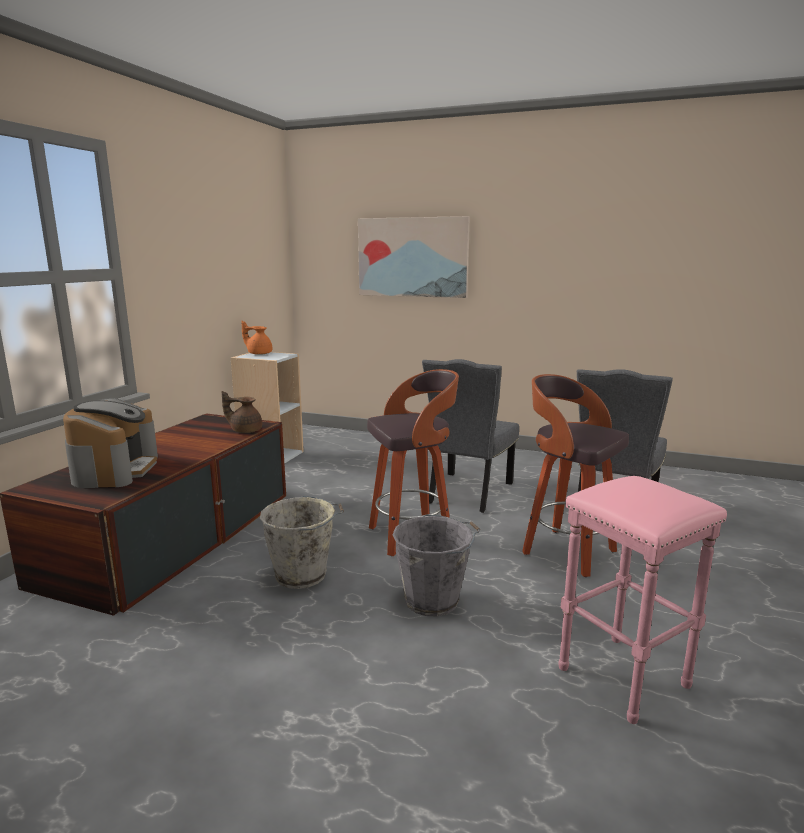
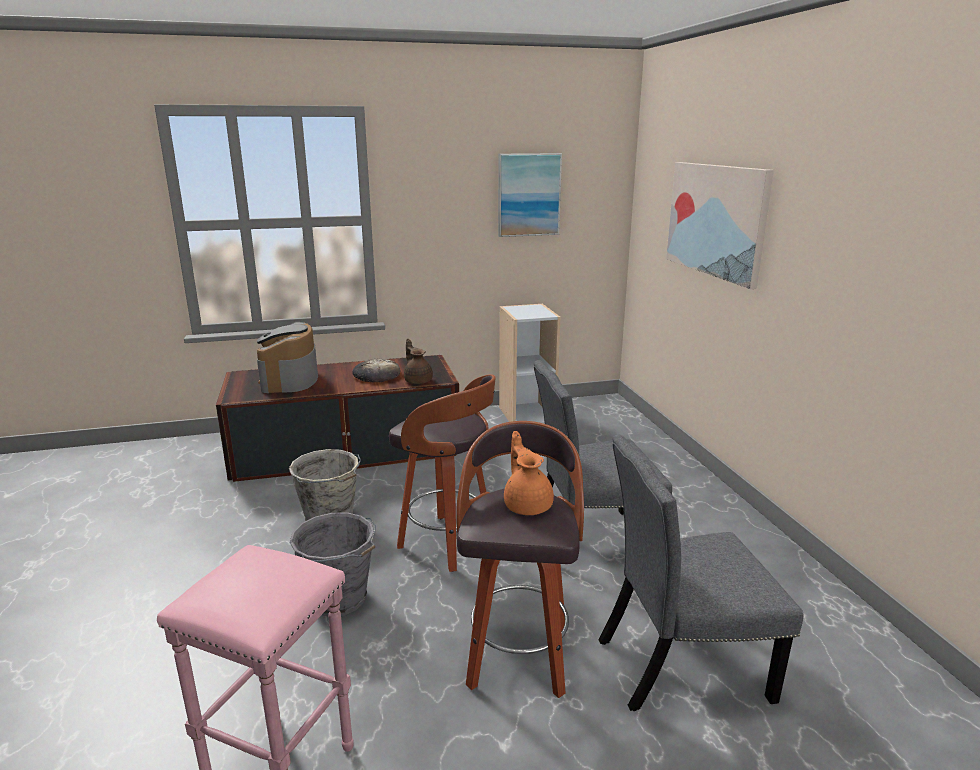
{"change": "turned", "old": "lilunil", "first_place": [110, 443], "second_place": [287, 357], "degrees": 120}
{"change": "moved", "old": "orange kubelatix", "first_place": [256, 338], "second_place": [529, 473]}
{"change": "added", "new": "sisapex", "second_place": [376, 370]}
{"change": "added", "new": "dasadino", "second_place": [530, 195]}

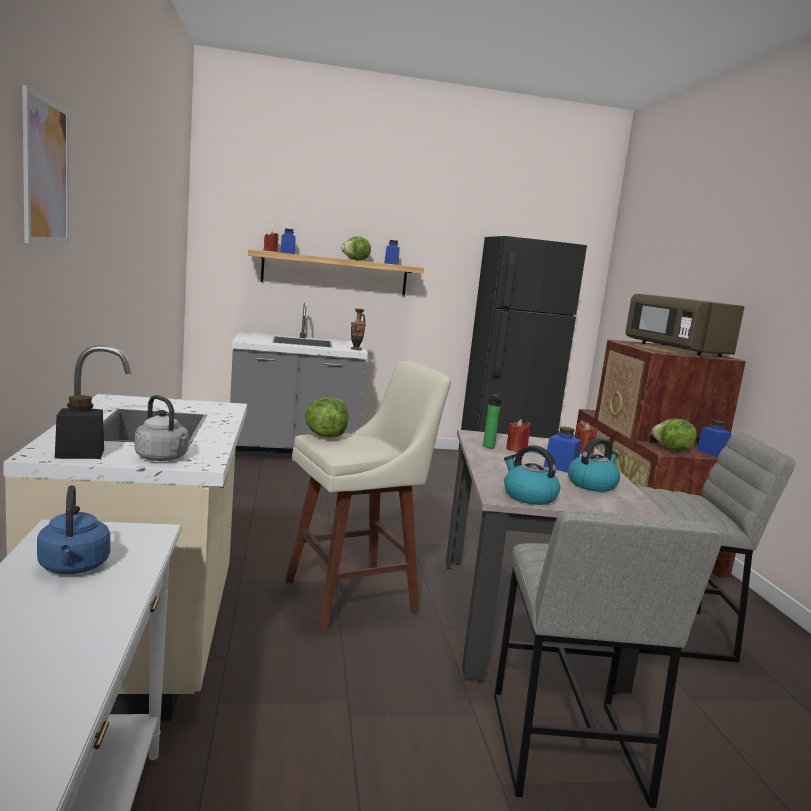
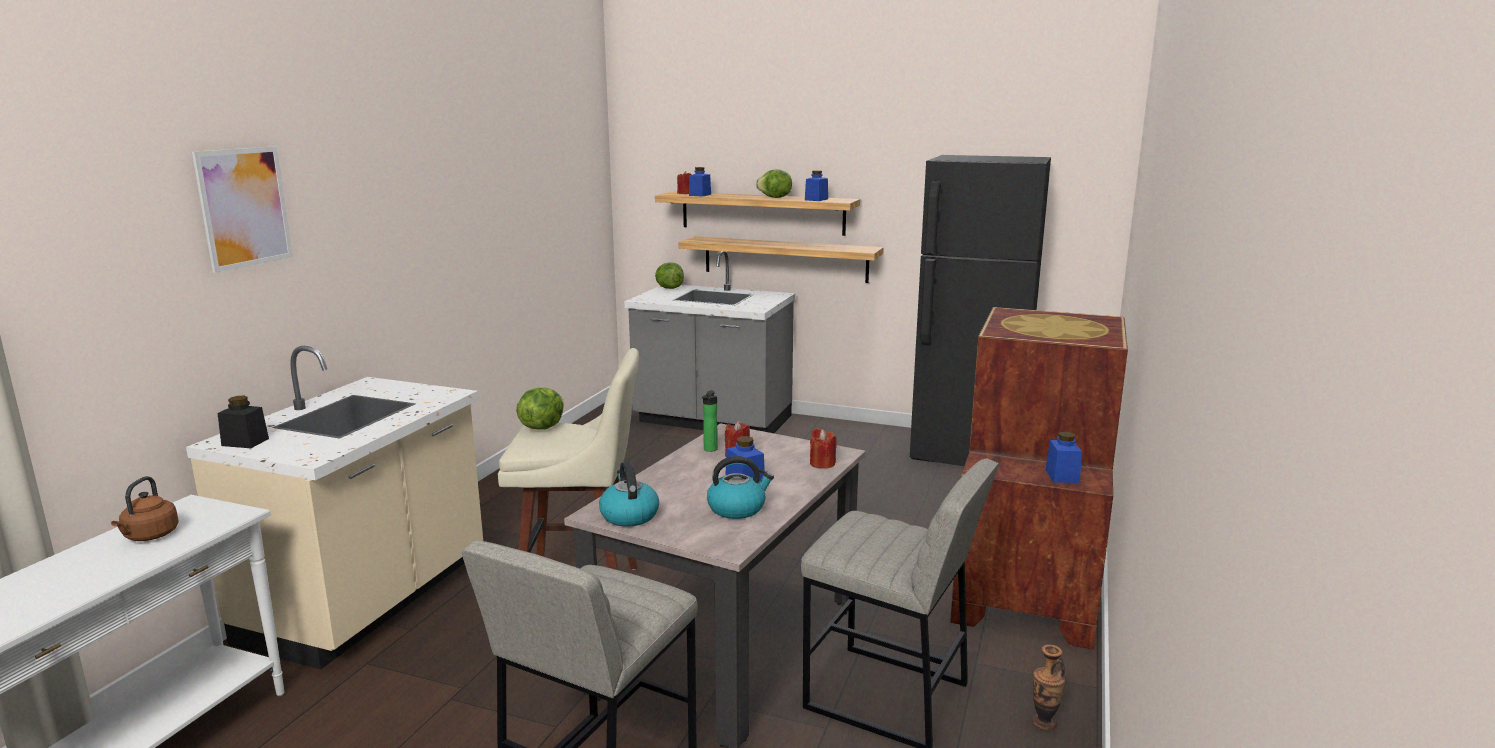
{"change": "recoloured", "old": "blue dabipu", "new": "brown dabipu", "first_place": [73, 529], "second_place": [145, 508]}
{"change": "removed", "old": "grey dabipu", "first_place": [161, 428]}
{"change": "moved", "old": "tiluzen", "first_place": [358, 329], "second_place": [1049, 687]}
{"change": "removed", "old": "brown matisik", "first_place": [685, 325]}
{"change": "moved", "old": "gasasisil", "first_place": [674, 435], "second_place": [669, 275]}
{"change": "added", "new": "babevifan", "second_place": [781, 260]}

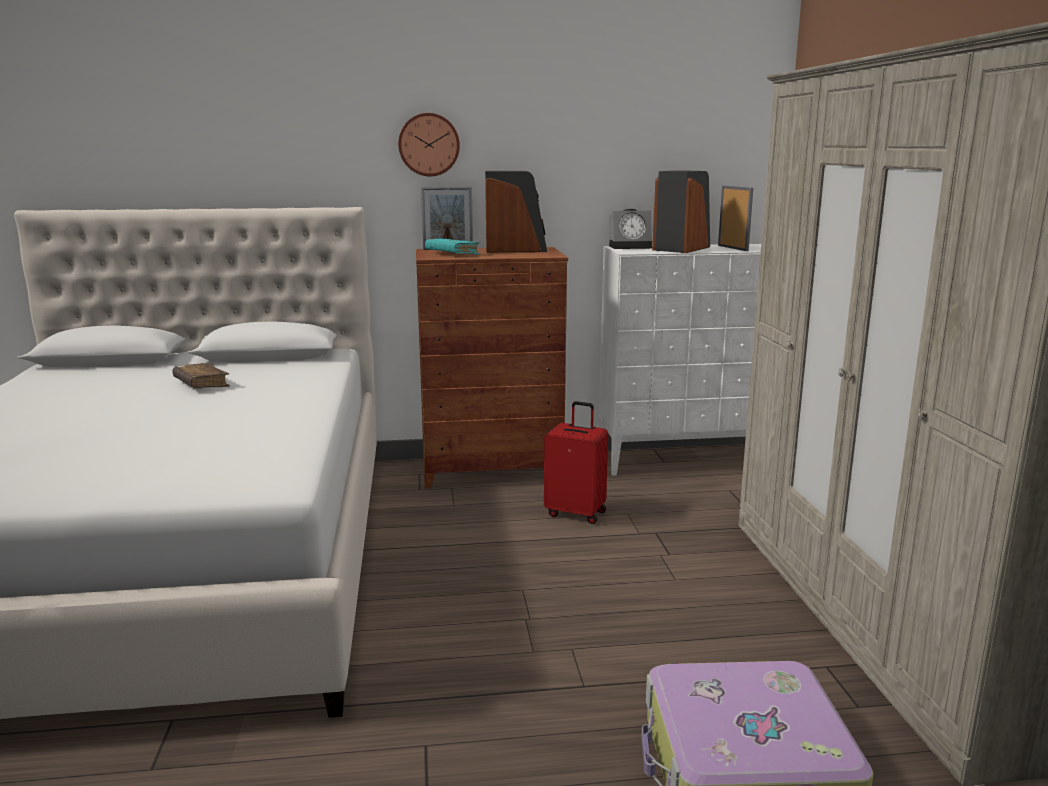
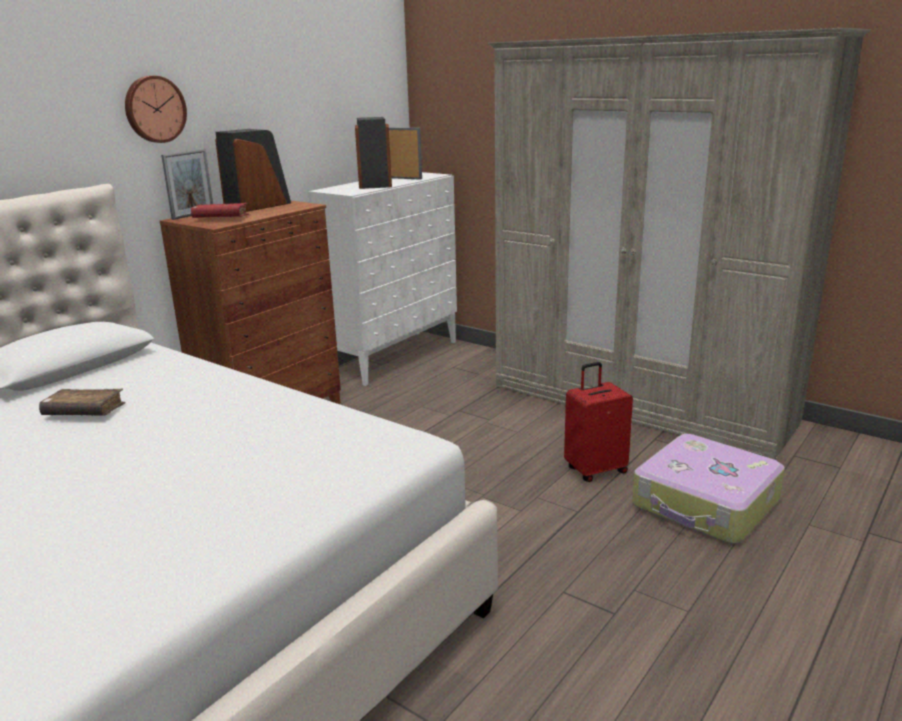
{"change": "recoloured", "old": "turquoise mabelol", "new": "red mabelol", "first_place": [452, 247], "second_place": [220, 210]}
{"change": "moved", "old": "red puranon", "first_place": [576, 462], "second_place": [598, 422]}
{"change": "removed", "old": "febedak", "first_place": [630, 229]}

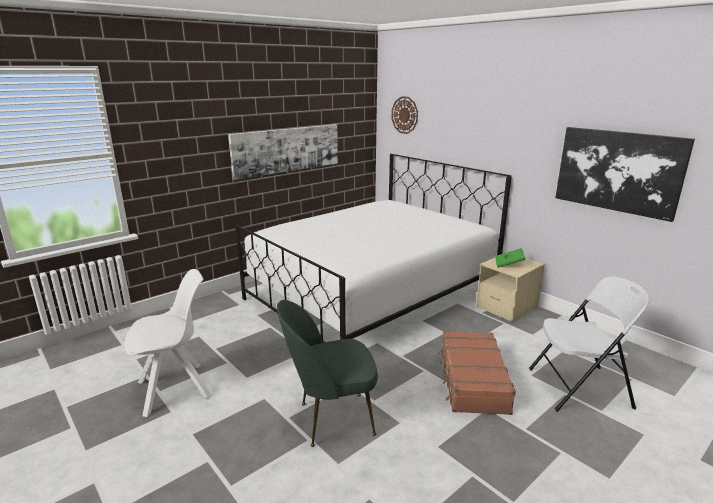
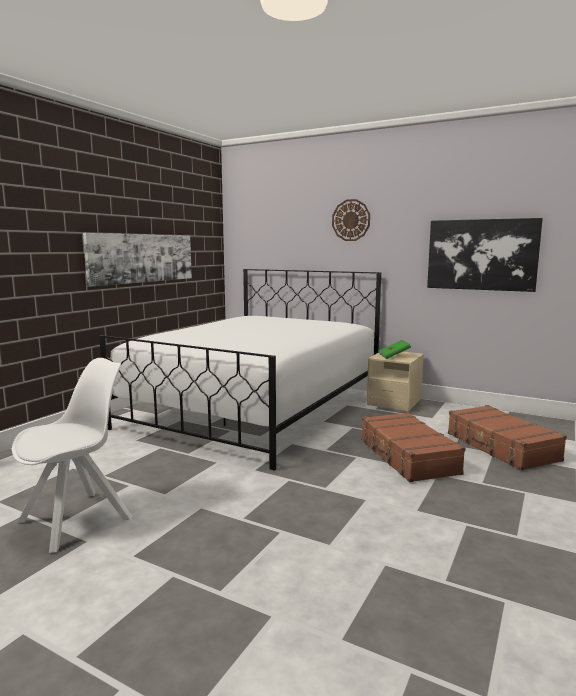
{"change": "removed", "old": "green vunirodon", "first_place": [327, 373]}
{"change": "moved", "old": "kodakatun", "first_place": [404, 115], "second_place": [351, 220]}
{"change": "replaced", "old": "white vunirodon", "new": "brown puranon", "first_place": [589, 344], "second_place": [507, 438]}

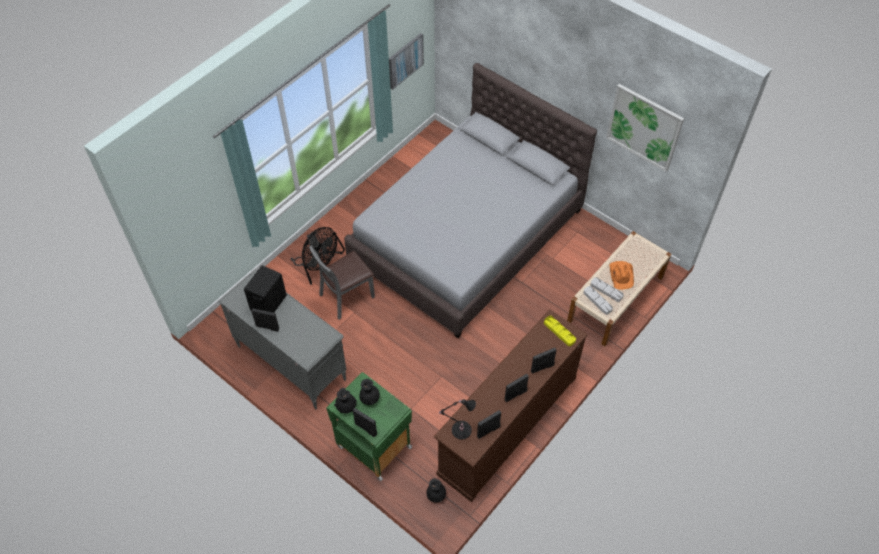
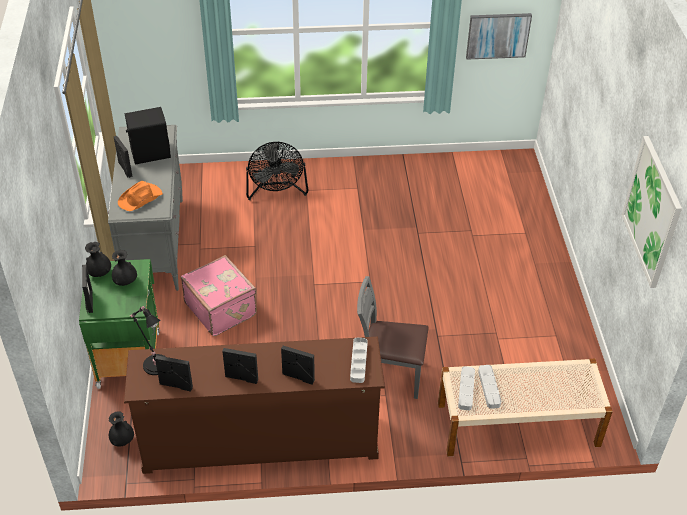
{"change": "moved", "old": "grey vunirodon", "first_place": [342, 283], "second_place": [393, 337]}
{"change": "removed", "old": "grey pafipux", "first_place": [470, 200]}
{"change": "recoloured", "old": "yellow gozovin", "new": "grey gozovin", "first_place": [560, 331], "second_place": [359, 360]}
{"change": "moved", "old": "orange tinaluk", "first_place": [621, 275], "second_place": [140, 196]}
{"change": "added", "new": "pink puranon", "second_place": [219, 295]}

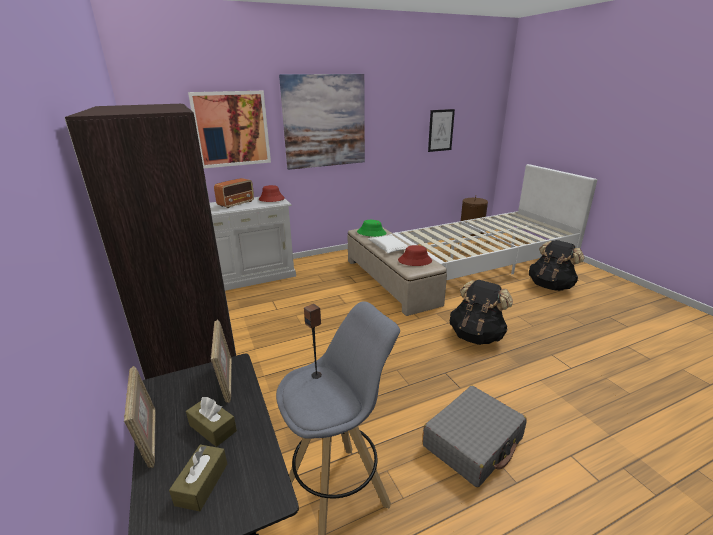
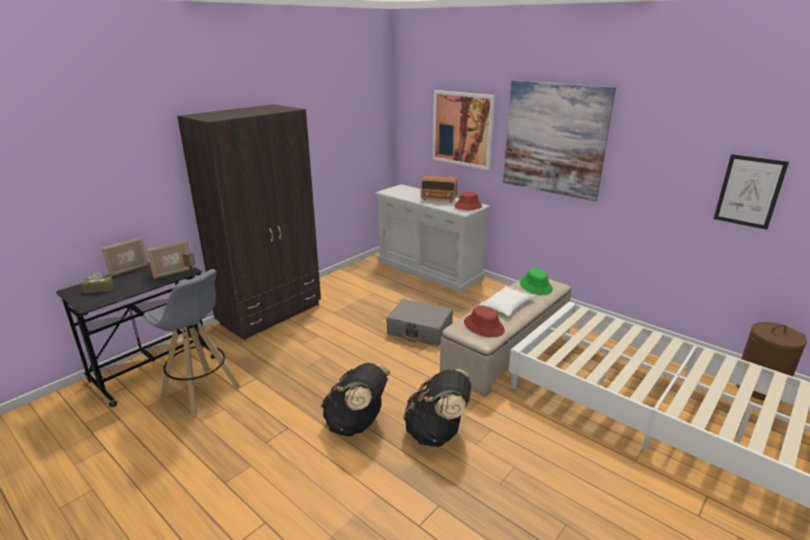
{"change": "removed", "old": "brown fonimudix", "first_place": [211, 422]}
{"change": "moved", "old": "grey puranon", "first_place": [475, 436], "second_place": [419, 322]}
{"change": "moved", "old": "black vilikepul", "first_place": [556, 265], "second_place": [355, 400]}

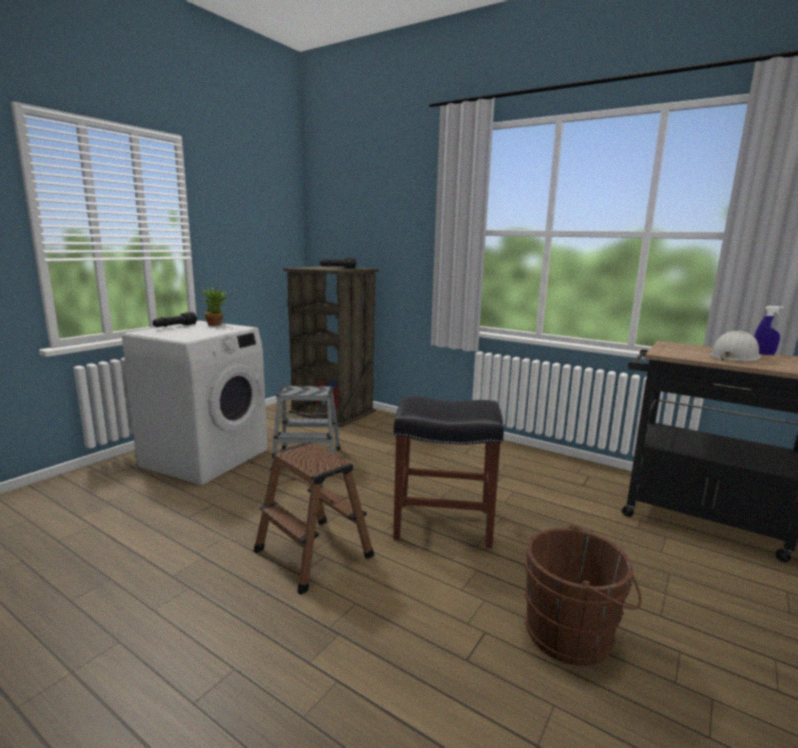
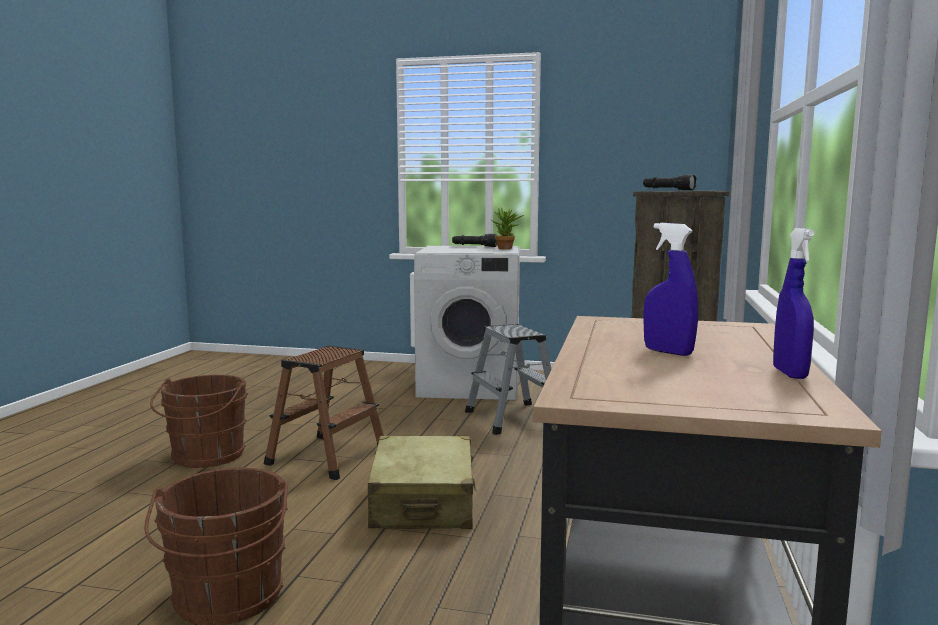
{"change": "replaced", "old": "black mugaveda", "new": "beige puranon", "first_place": [448, 472], "second_place": [422, 482]}
{"change": "replaced", "old": "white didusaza", "new": "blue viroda", "first_place": [735, 346], "second_place": [670, 289]}
{"change": "added", "new": "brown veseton", "second_place": [199, 421]}

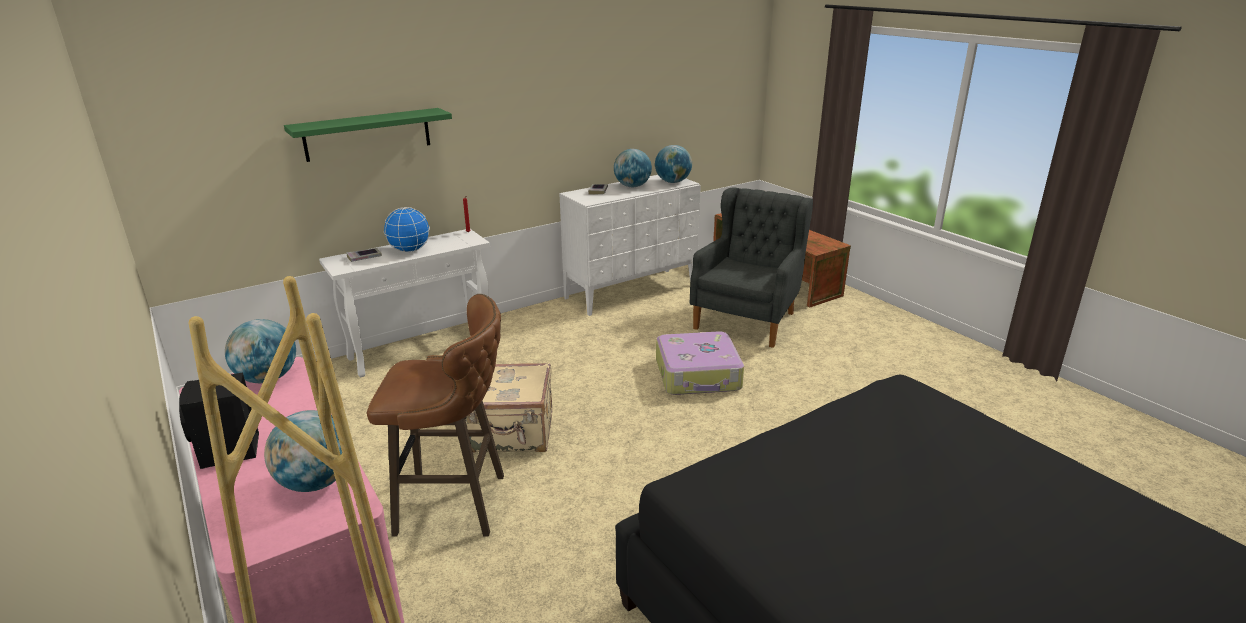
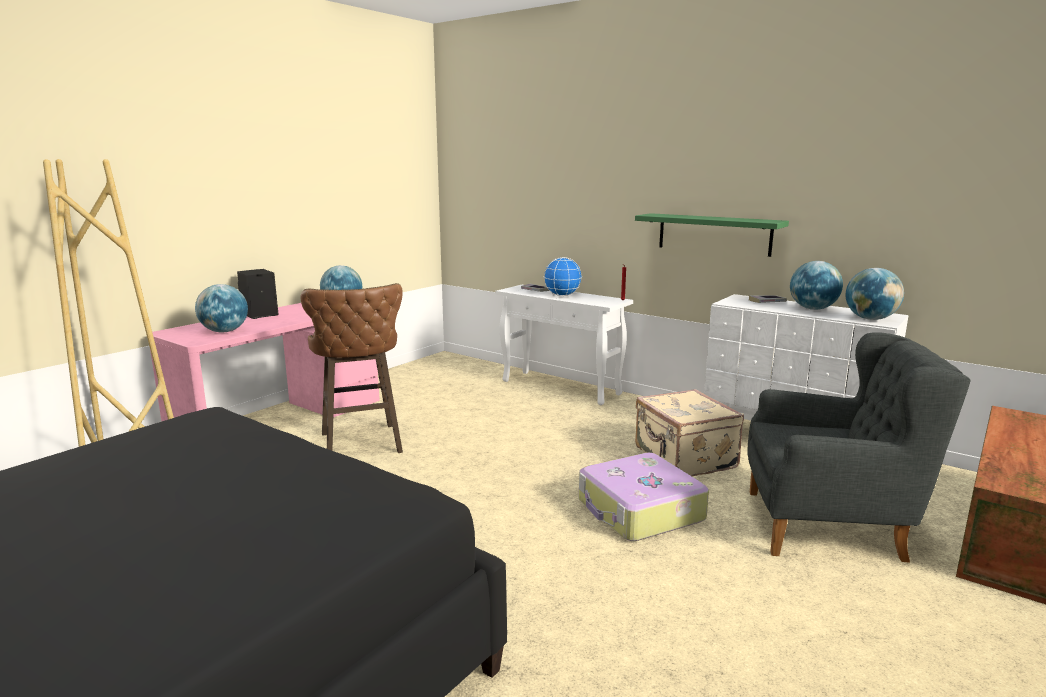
{"change": "moved", "old": "green babevifan", "first_place": [368, 135], "second_place": [712, 235]}
{"change": "moved", "old": "beige puranon", "first_place": [509, 407], "second_place": [689, 433]}

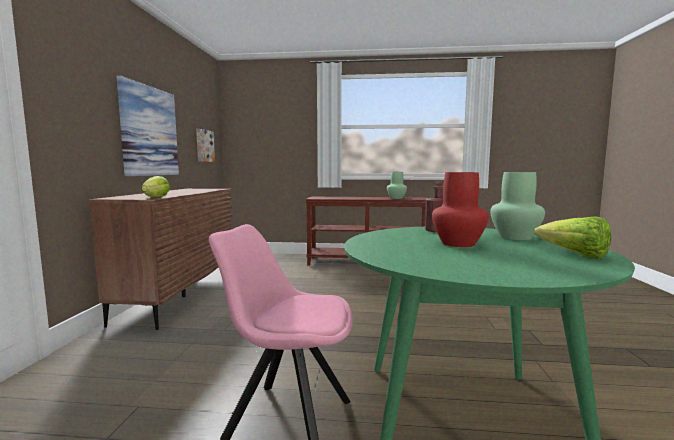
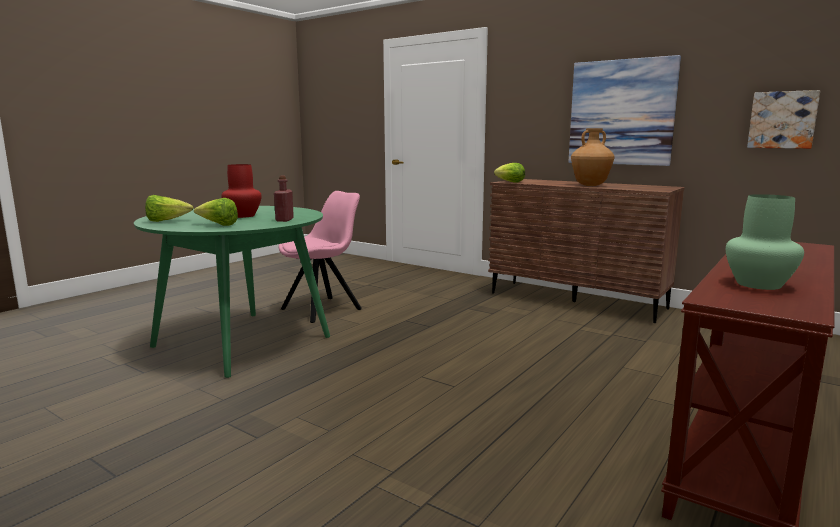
{"change": "replaced", "old": "green tiluzen", "new": "gasasisil", "first_place": [517, 206], "second_place": [216, 212]}
{"change": "added", "new": "brown tiluzen", "second_place": [593, 157]}

